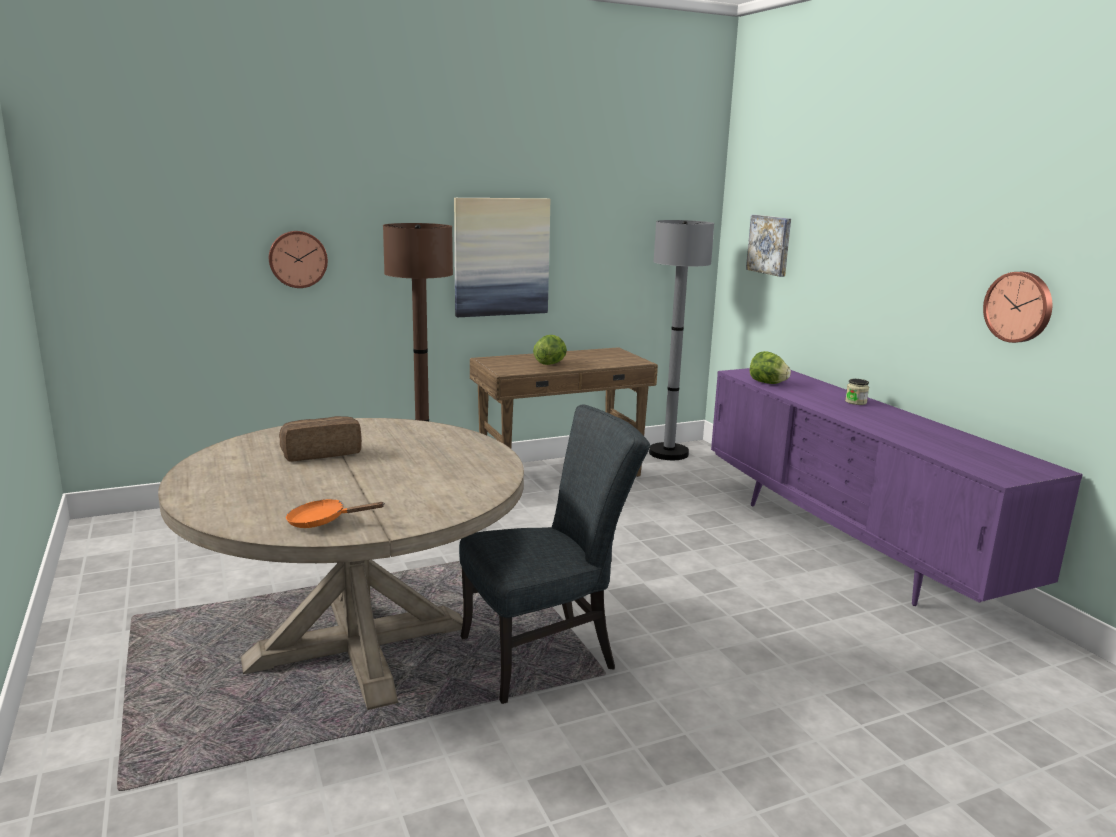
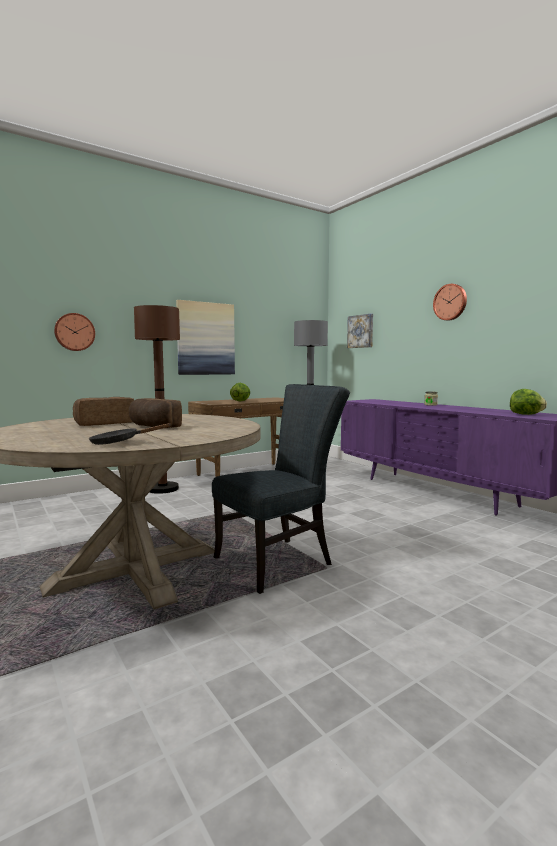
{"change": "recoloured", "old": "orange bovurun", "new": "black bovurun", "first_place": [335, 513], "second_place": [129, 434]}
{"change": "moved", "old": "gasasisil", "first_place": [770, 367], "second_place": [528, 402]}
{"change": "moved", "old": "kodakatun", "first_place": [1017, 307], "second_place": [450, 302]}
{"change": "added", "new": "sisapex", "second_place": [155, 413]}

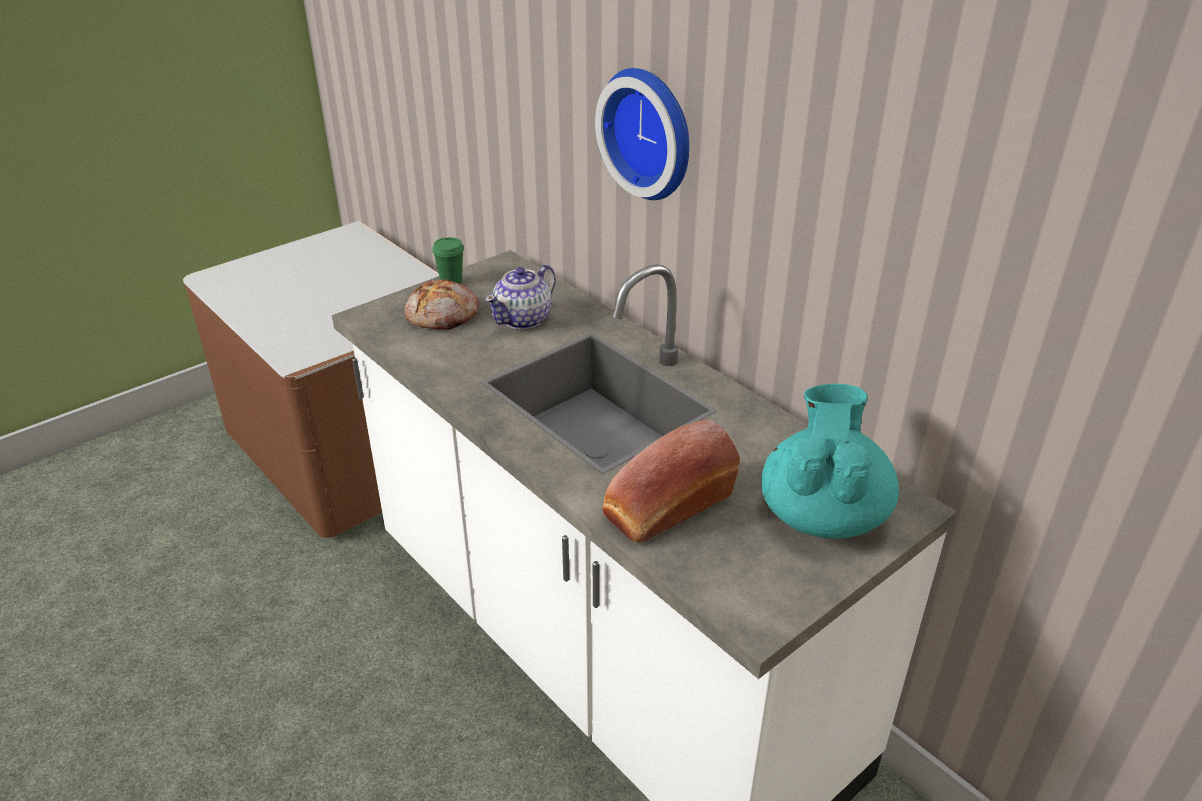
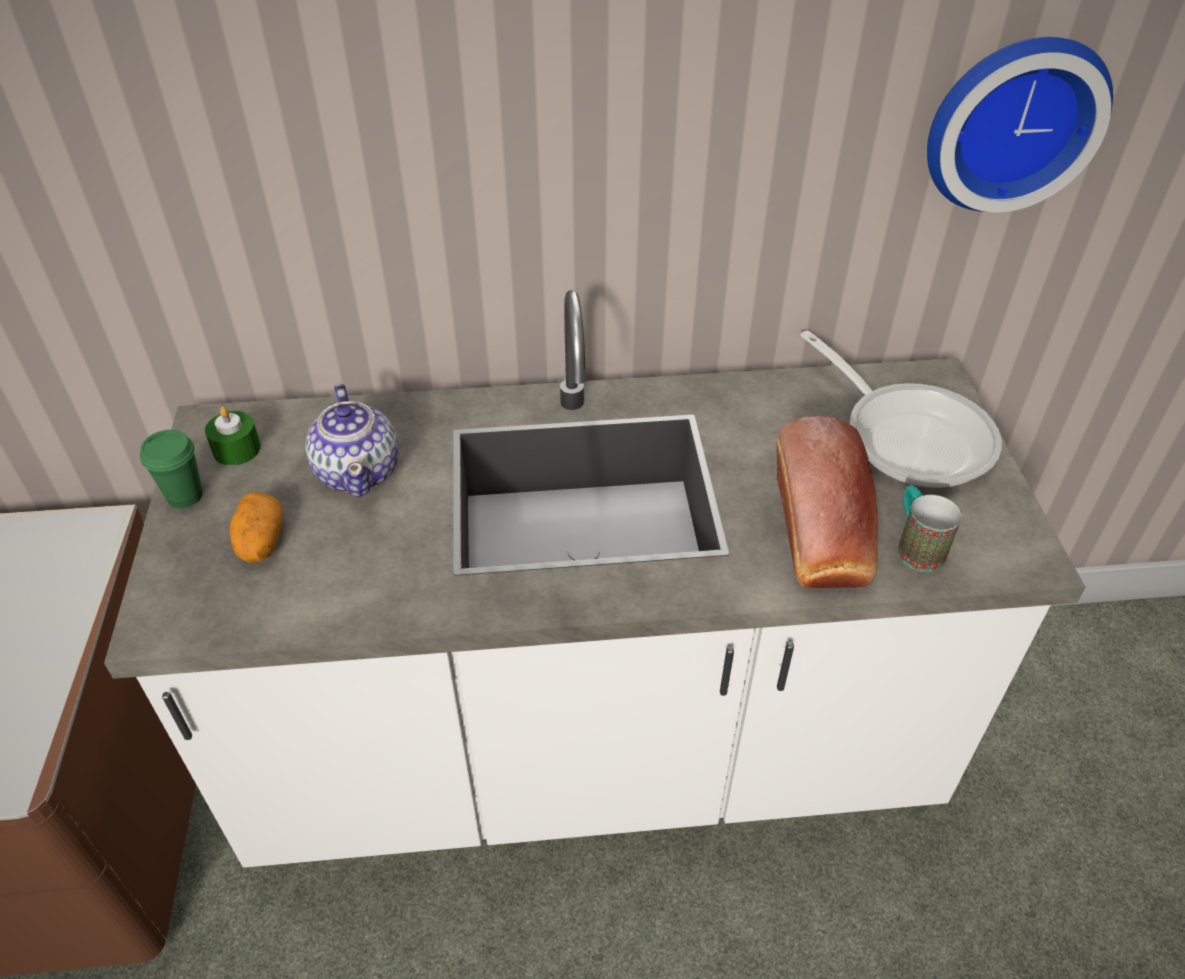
{"change": "replaced", "old": "sisapex", "new": "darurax", "first_place": [441, 305], "second_place": [255, 527]}
{"change": "moved", "old": "kodakatun", "first_place": [642, 134], "second_place": [1020, 124]}
{"change": "replaced", "old": "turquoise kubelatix", "new": "bovurun", "first_place": [830, 461], "second_place": [901, 409]}
{"change": "added", "new": "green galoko", "second_place": [233, 436]}
{"change": "added", "new": "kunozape", "second_place": [929, 528]}

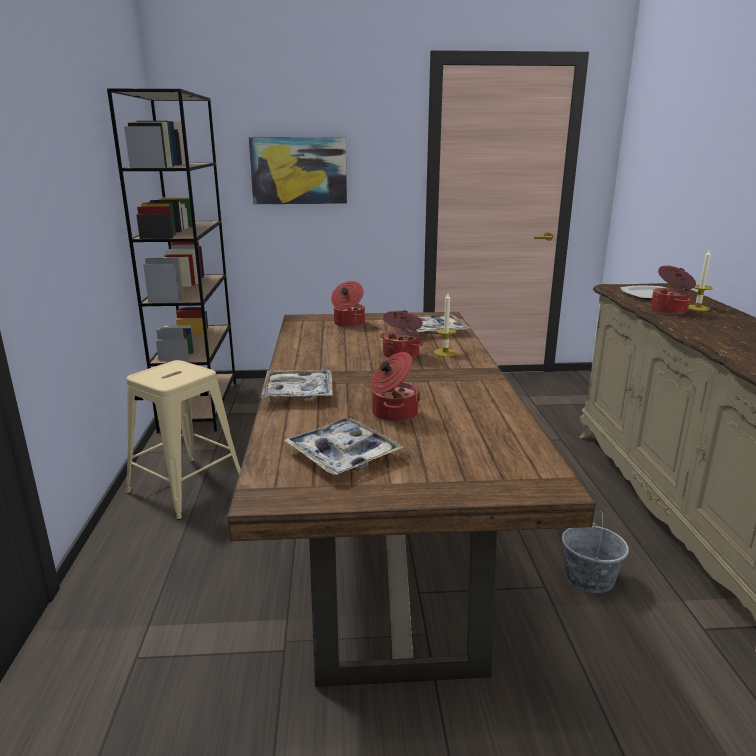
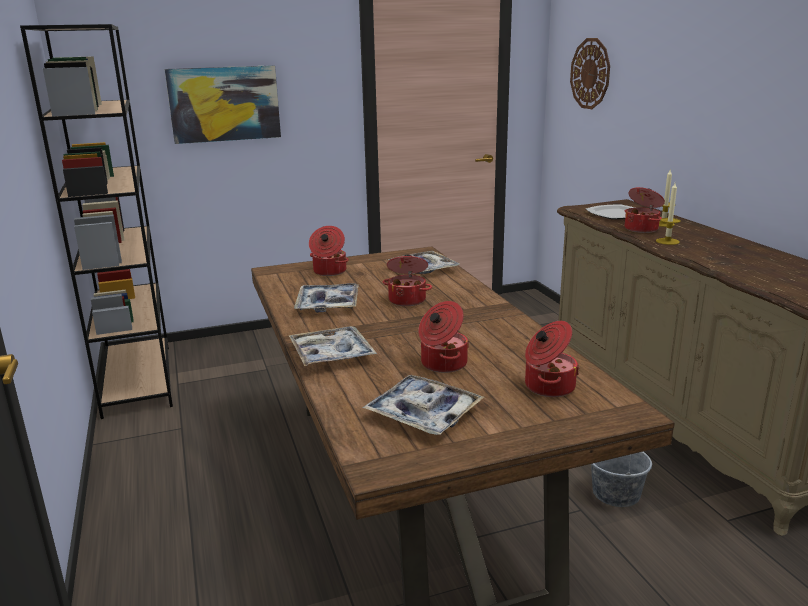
{"change": "removed", "old": "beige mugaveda", "first_place": [183, 440]}
{"change": "moved", "old": "galoko", "first_place": [445, 325], "second_place": [668, 214]}
{"change": "added", "new": "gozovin", "second_place": [326, 298]}
{"change": "added", "new": "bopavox", "second_place": [552, 359]}
{"change": "added", "new": "kodakatun", "second_place": [590, 73]}

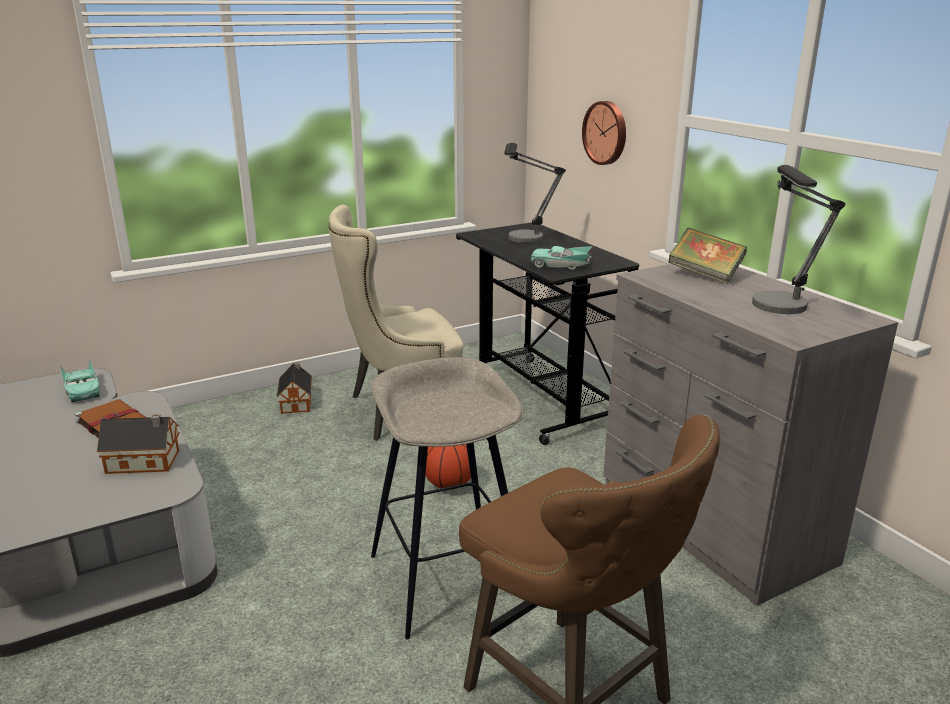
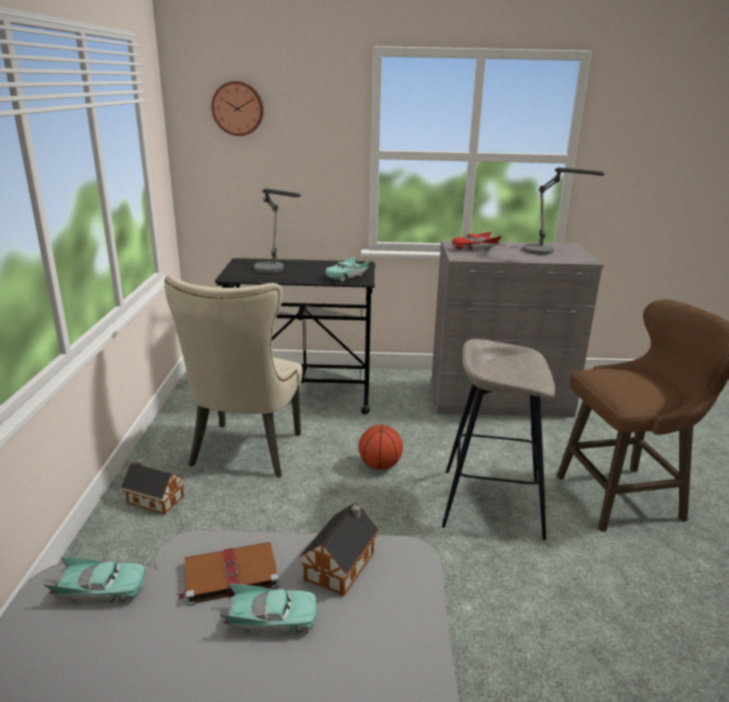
{"change": "moved", "old": "kodakatun", "first_place": [604, 133], "second_place": [237, 108]}
{"change": "replaced", "old": "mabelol", "new": "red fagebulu", "first_place": [708, 256], "second_place": [477, 241]}
{"change": "added", "new": "turquoise fagebulu", "second_place": [268, 609]}

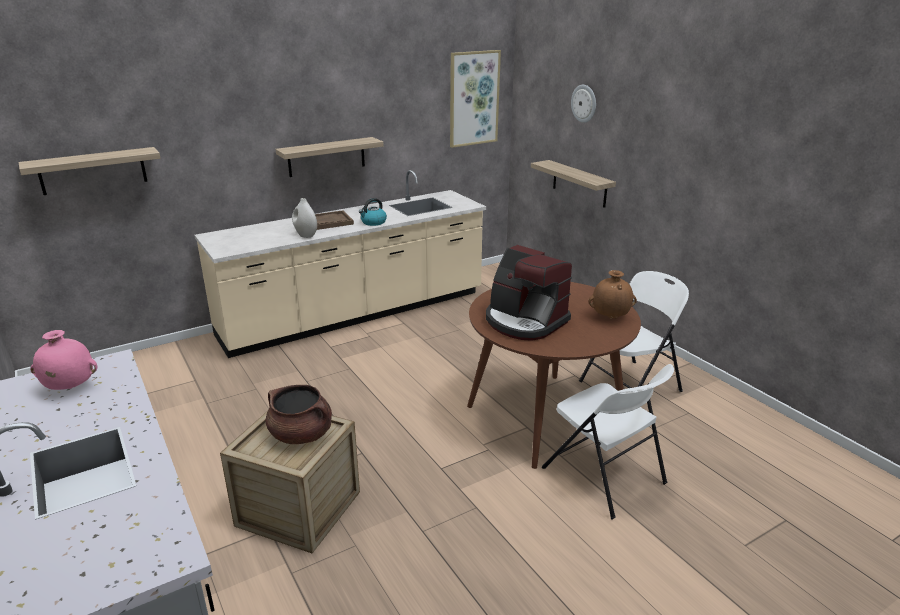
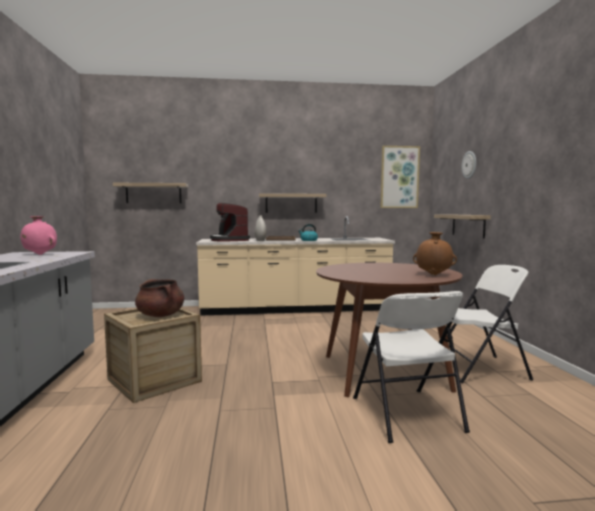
{"change": "moved", "old": "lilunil", "first_place": [529, 293], "second_place": [230, 222]}

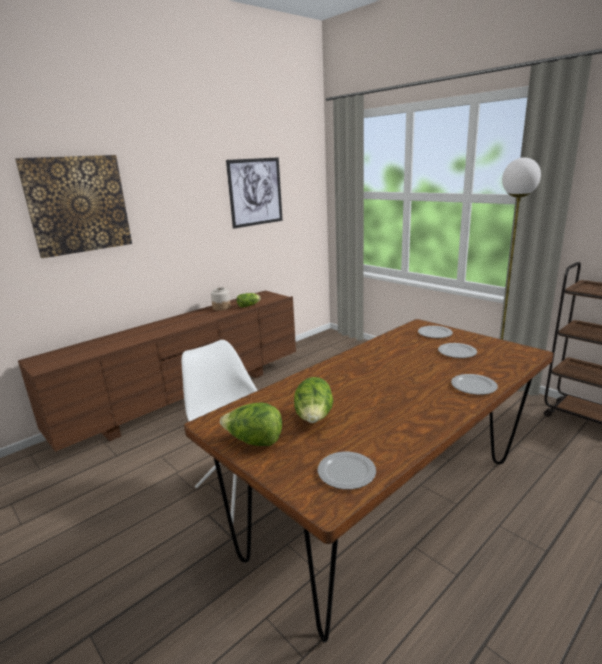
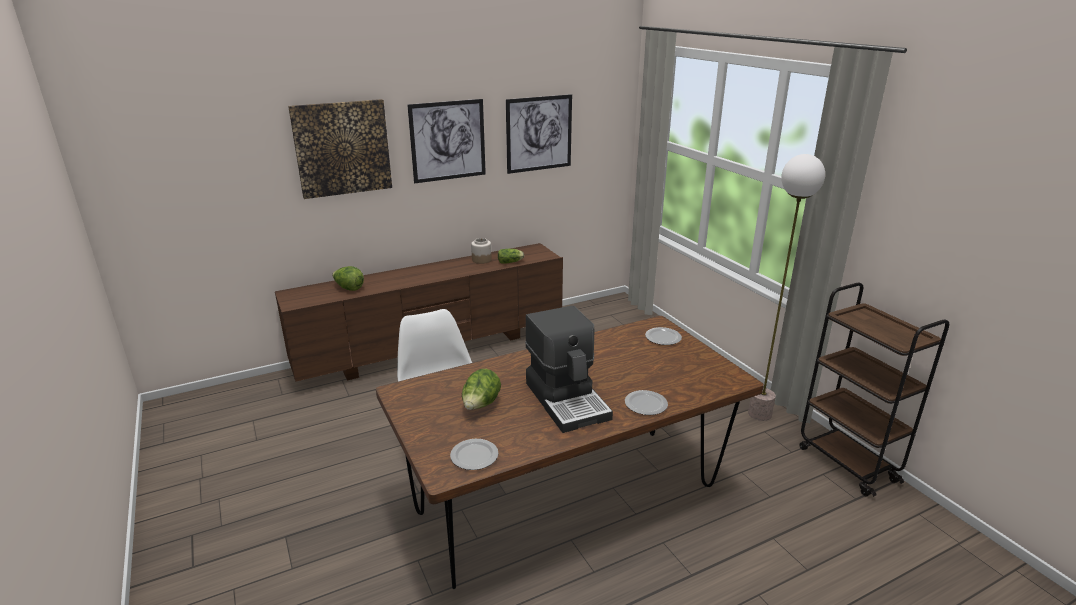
{"change": "moved", "old": "gasasisil", "first_place": [251, 424], "second_place": [348, 278]}
{"change": "removed", "old": "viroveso", "first_place": [457, 350]}
{"change": "added", "new": "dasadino", "second_place": [446, 141]}
{"change": "added", "new": "lilunil", "second_place": [569, 369]}

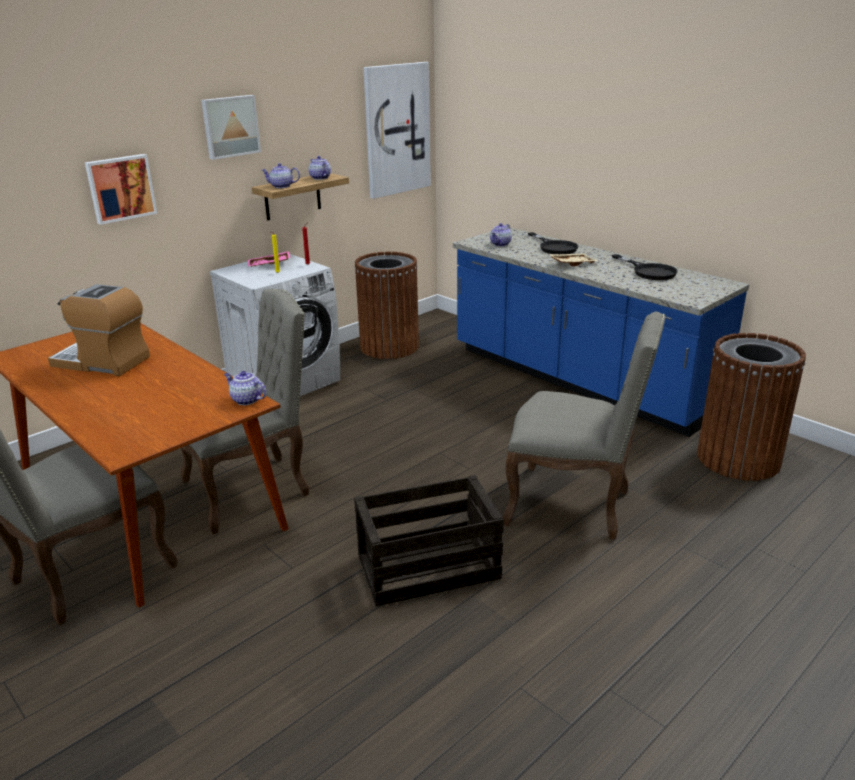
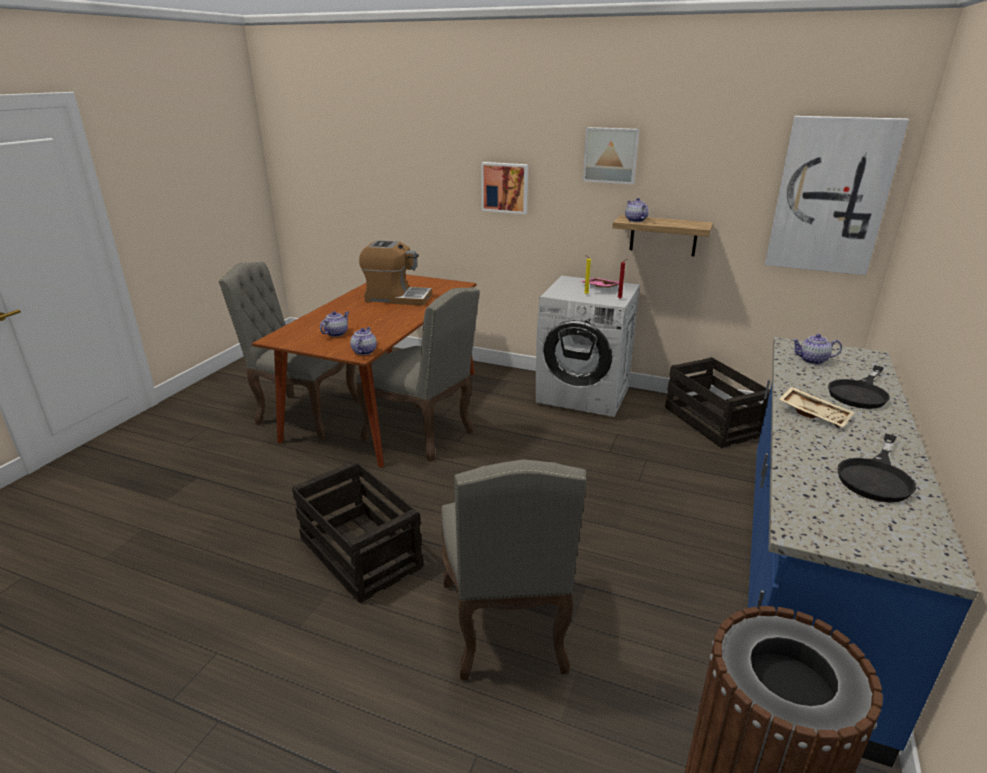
{"change": "turned", "old": "lilunil", "first_place": [99, 330], "second_place": [395, 273], "degrees": 105}
{"change": "moved", "old": "kubelatix", "first_place": [320, 168], "second_place": [334, 324]}
{"change": "replaced", "old": "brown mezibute", "new": "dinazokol", "first_place": [387, 305], "second_place": [717, 402]}

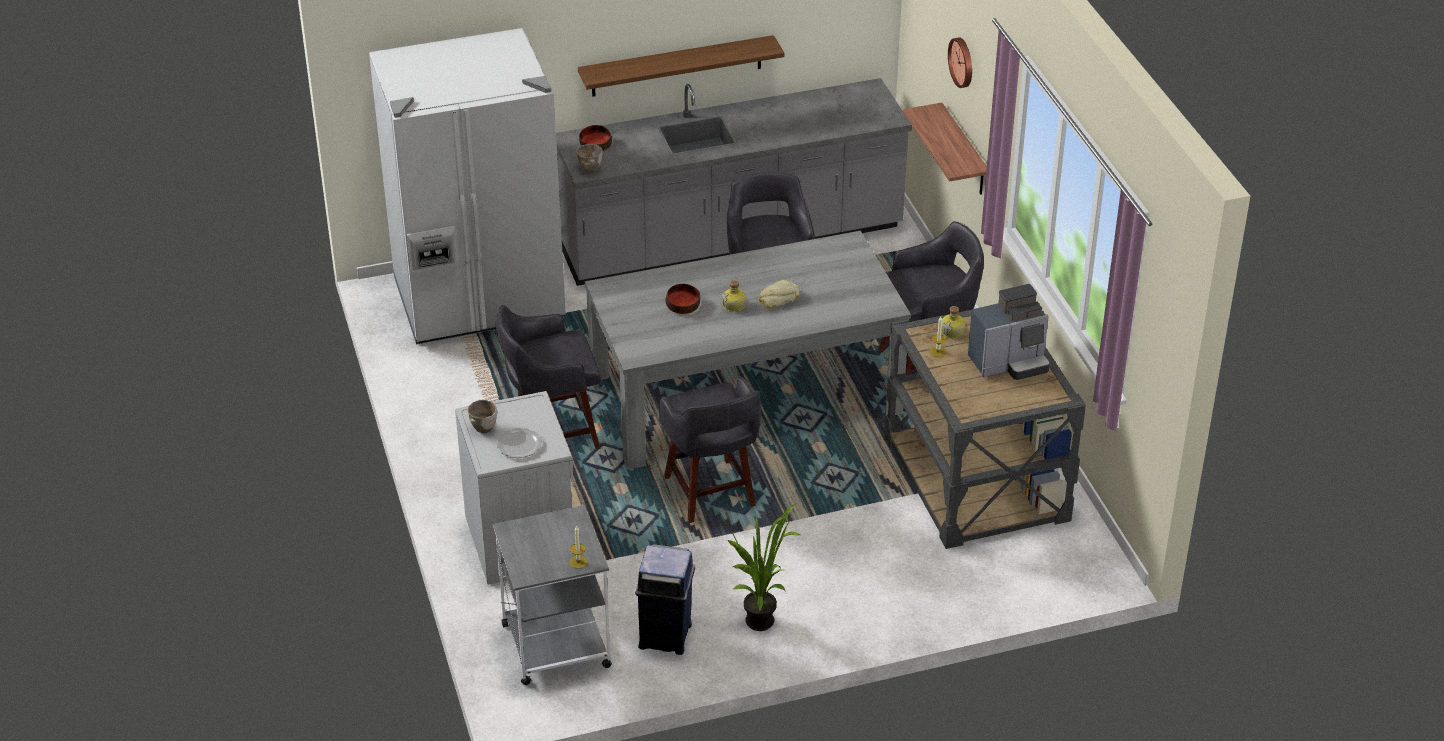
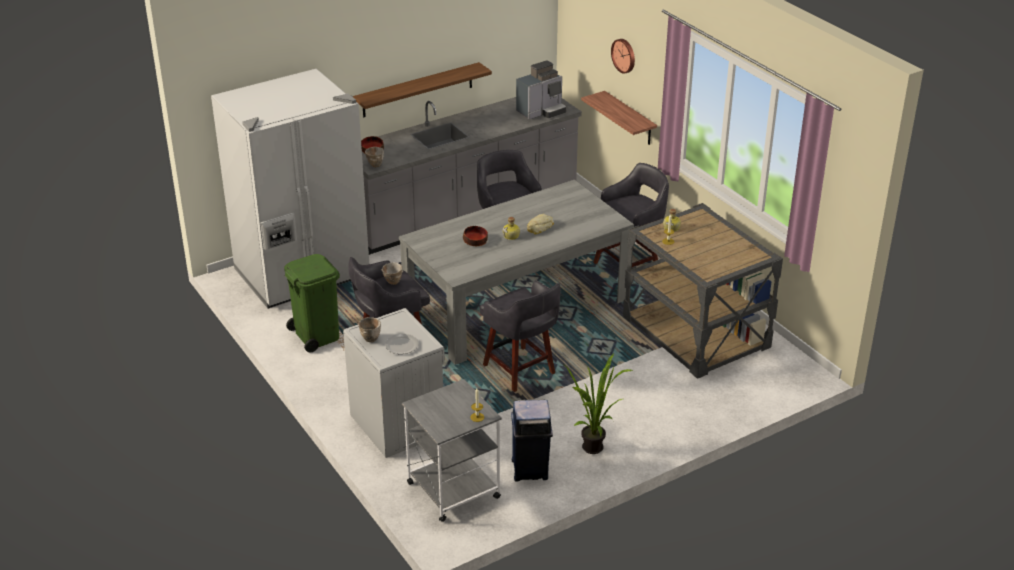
{"change": "moved", "old": "lilunil", "first_place": [1009, 332], "second_place": [541, 89]}
{"change": "added", "new": "green mezibute", "second_place": [312, 303]}
{"change": "added", "new": "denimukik", "second_place": [392, 274]}

